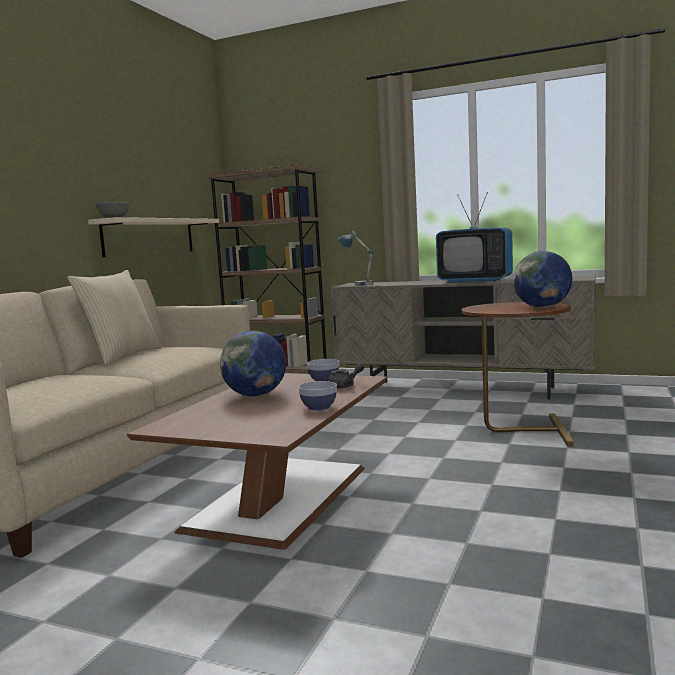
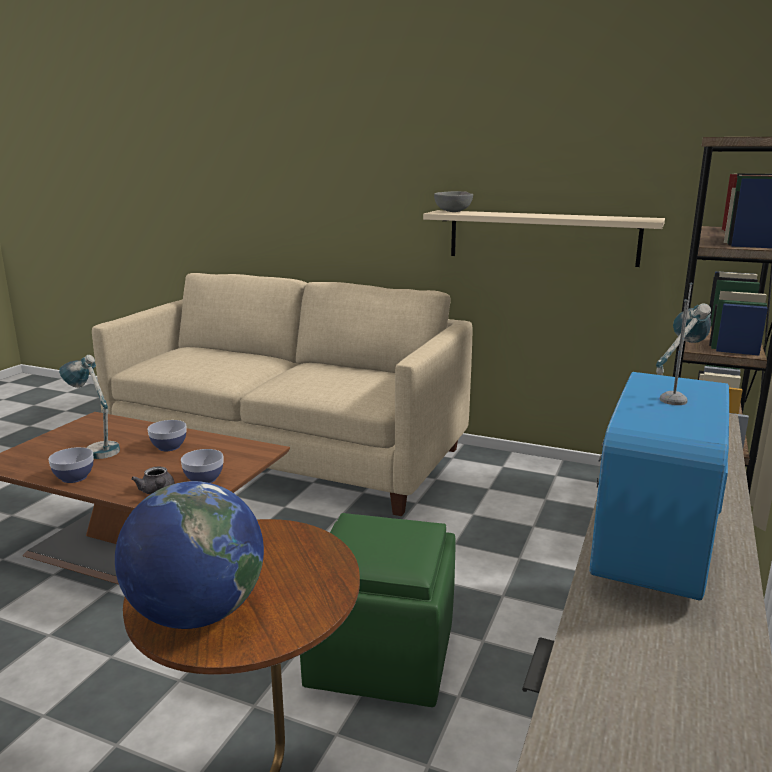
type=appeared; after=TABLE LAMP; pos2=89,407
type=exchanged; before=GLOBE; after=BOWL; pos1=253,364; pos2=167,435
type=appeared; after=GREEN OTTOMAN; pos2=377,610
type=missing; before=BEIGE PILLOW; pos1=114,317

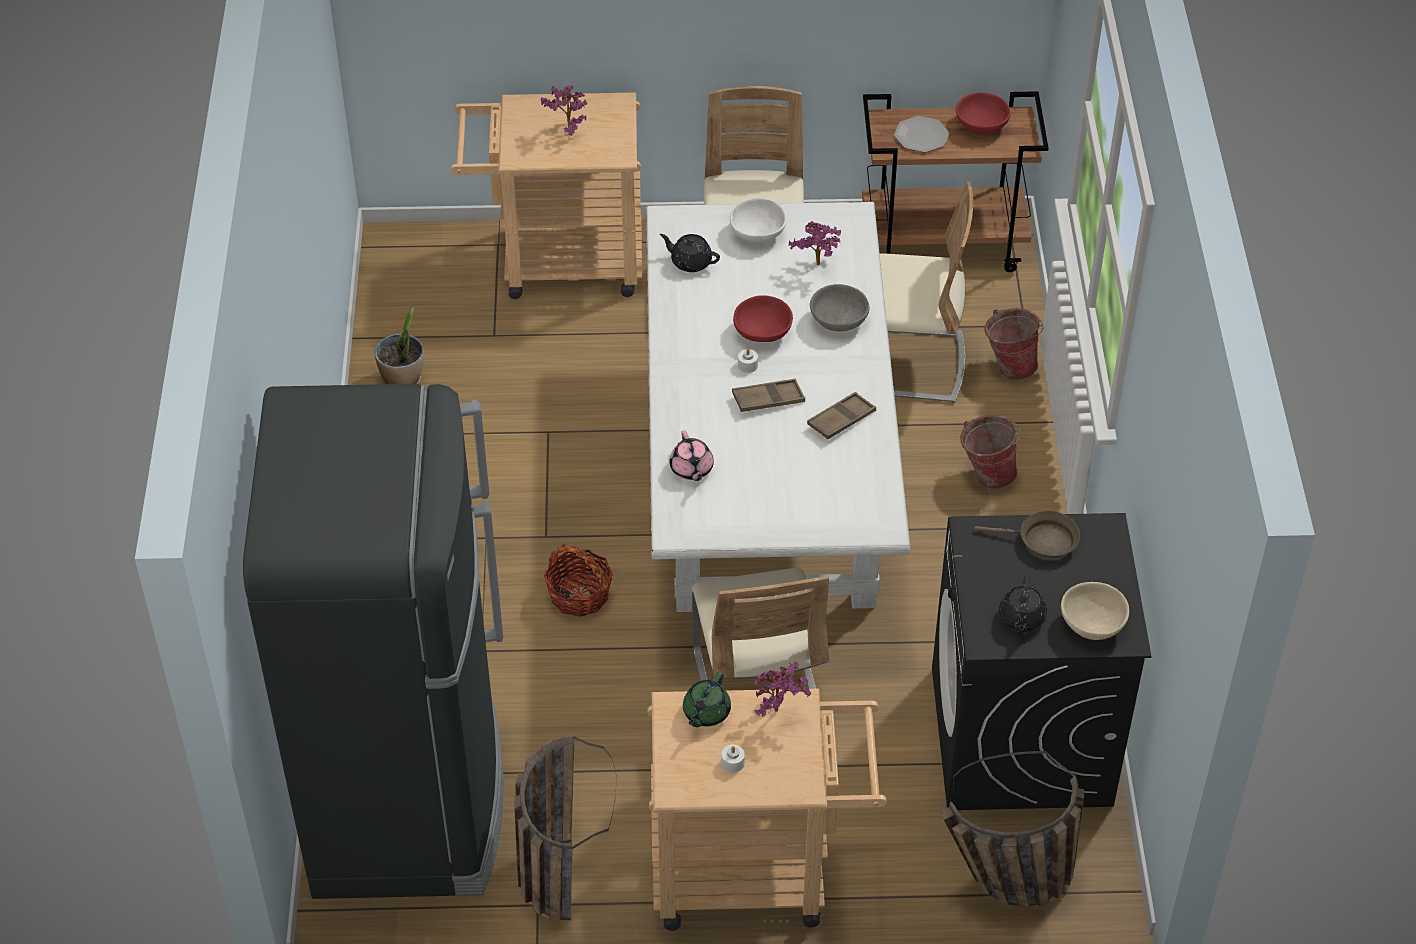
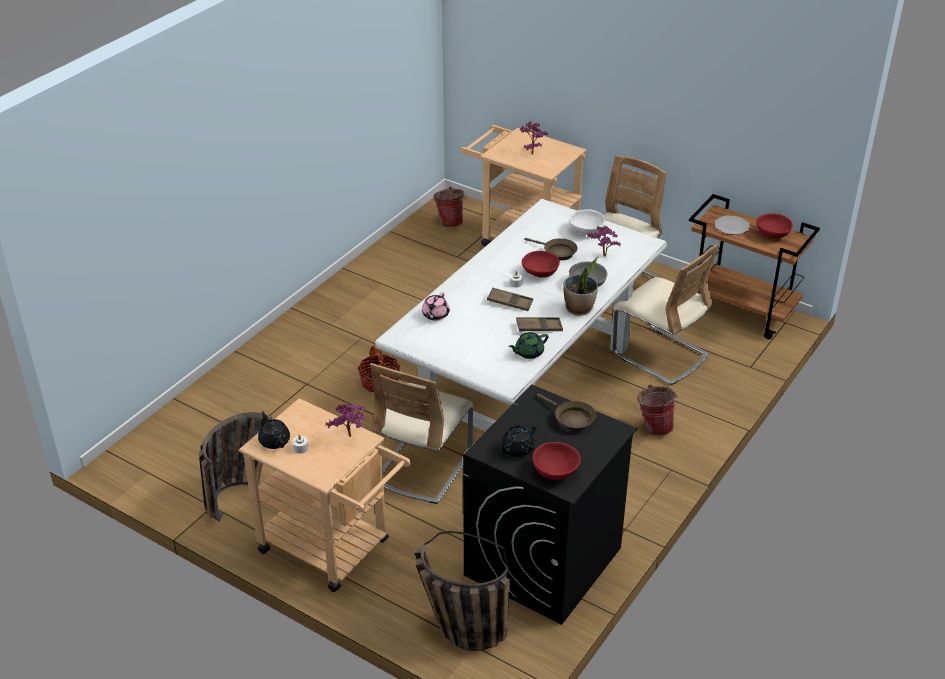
type=relocated; before=BLACK TEAPOT; pos1=690,253; pos2=274,430
type=relocated; before=BUCKET; pos1=1013,344; pos2=450,207
type=relocated; before=GREEN TEAPOT; pos1=707,699; pos2=528,345
type=appeared; after=BROWN FRYING PAN; pos2=551,249
type=colour; before=BEIGE BOWL; after=RED BOWL; pos1=1095,611; pos2=557,461
type=relocated; before=POTTED PLANT; pos1=399,345; pos2=581,286
type=missing; before=BLACK FRIDGE; pos1=373,641

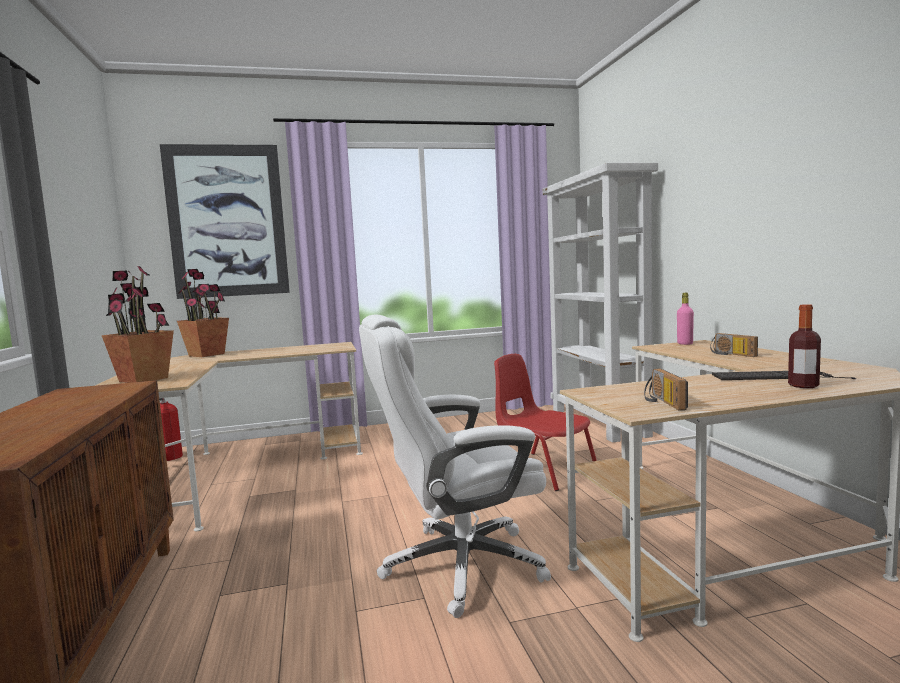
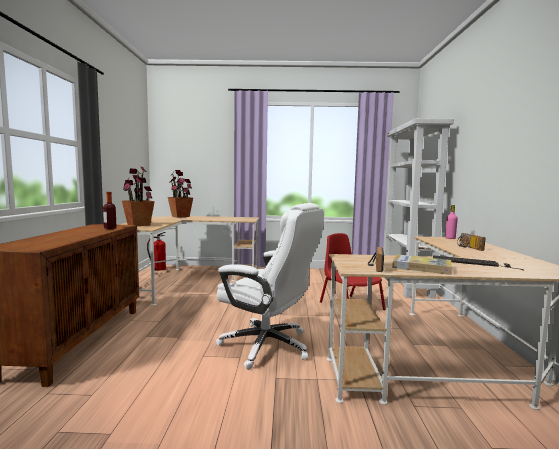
type=relocated; before=BOTTLE; pos1=804,346; pos2=109,210
type=spun; before=WHITE OFFICE CHAIR; pos1=455,466; pos2=270,286; turn=-150
type=appeared; after=BOOK; pos2=422,264
type=missing; before=PICTURE; pos1=225,221

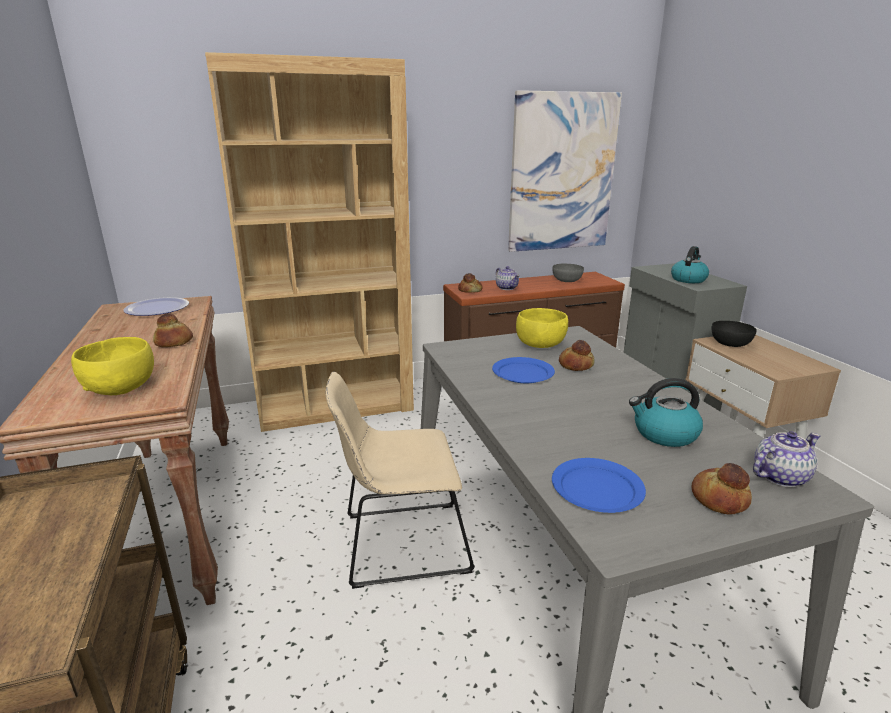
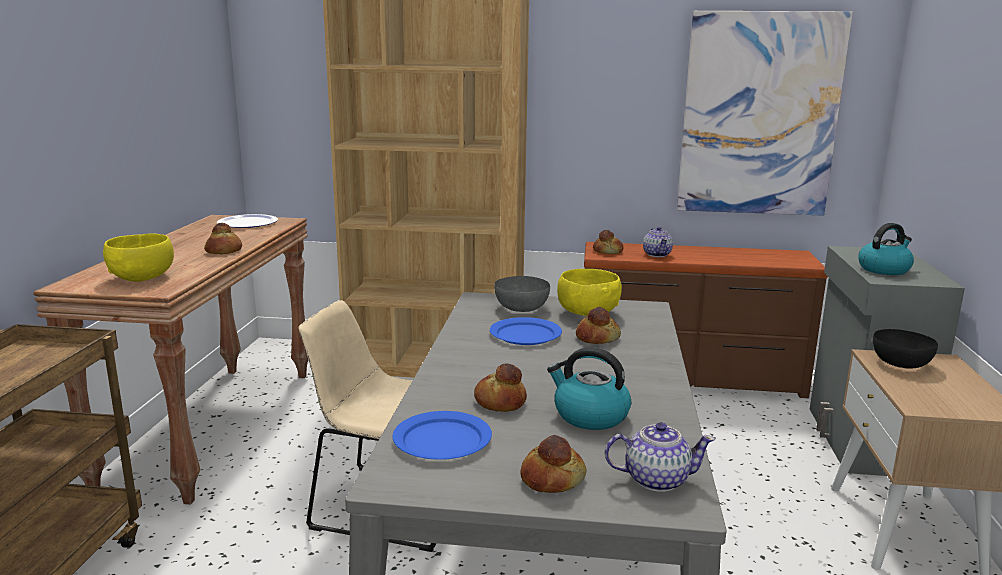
type=appeared; after=BREAD; pos2=500,387
type=relocated; before=GREY BOWL; pos1=568,273; pos2=522,294

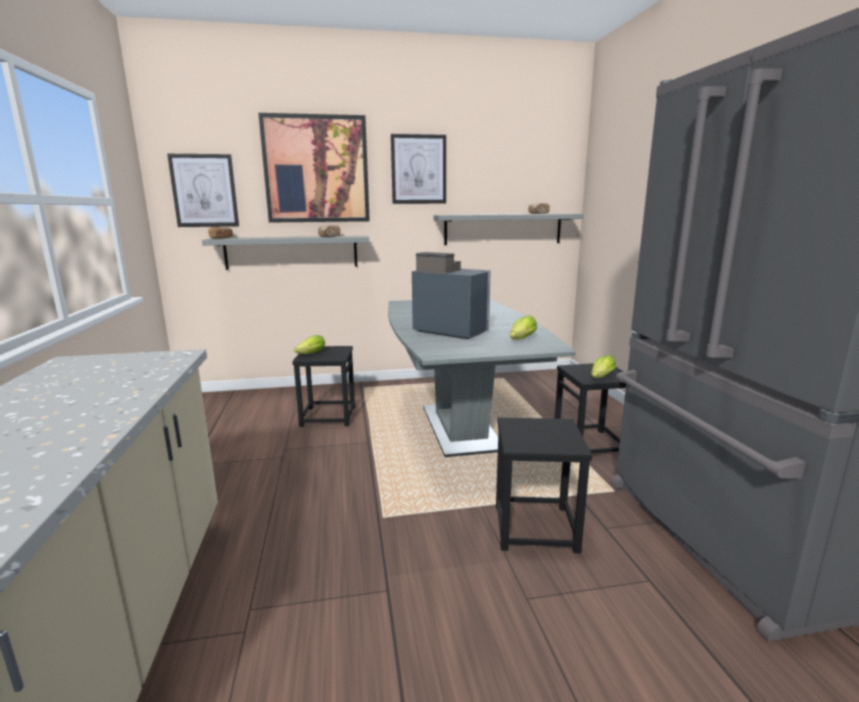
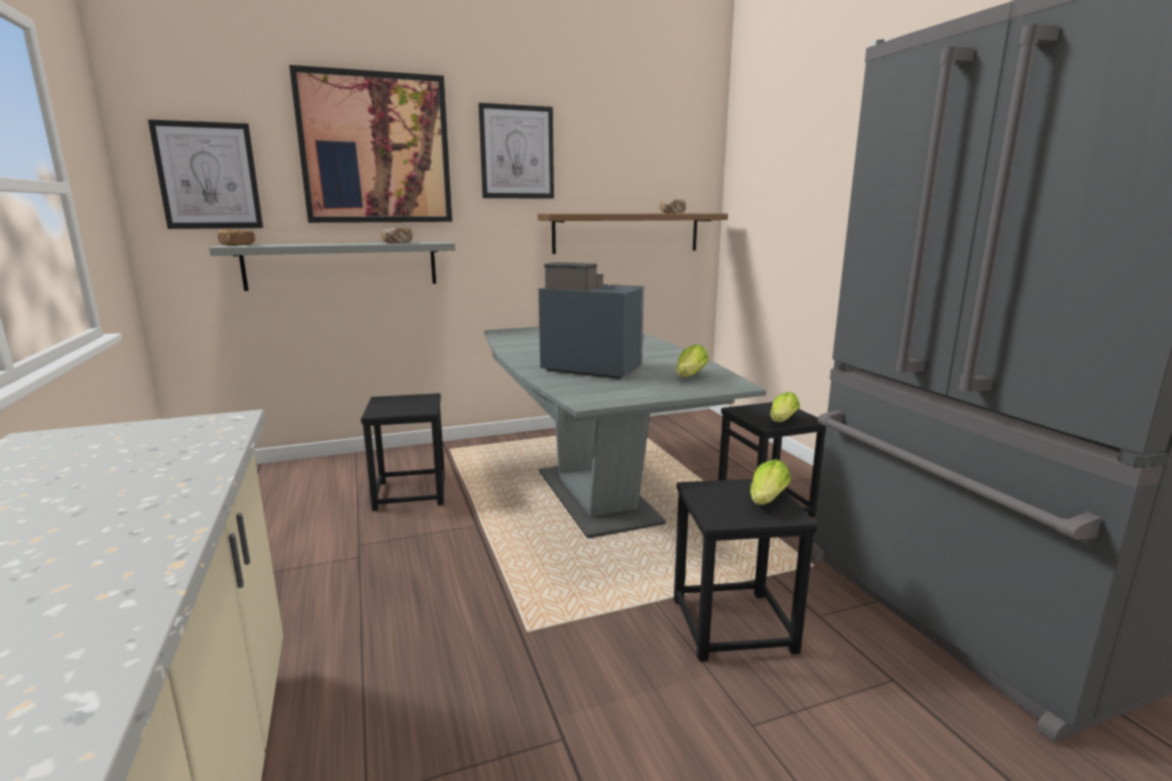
type=colour; before=GREY SHELF; after=BROWN SHELF; pos1=509,229; pos2=633,233
type=relocated; before=LETTUCE; pos1=309,344; pos2=770,482

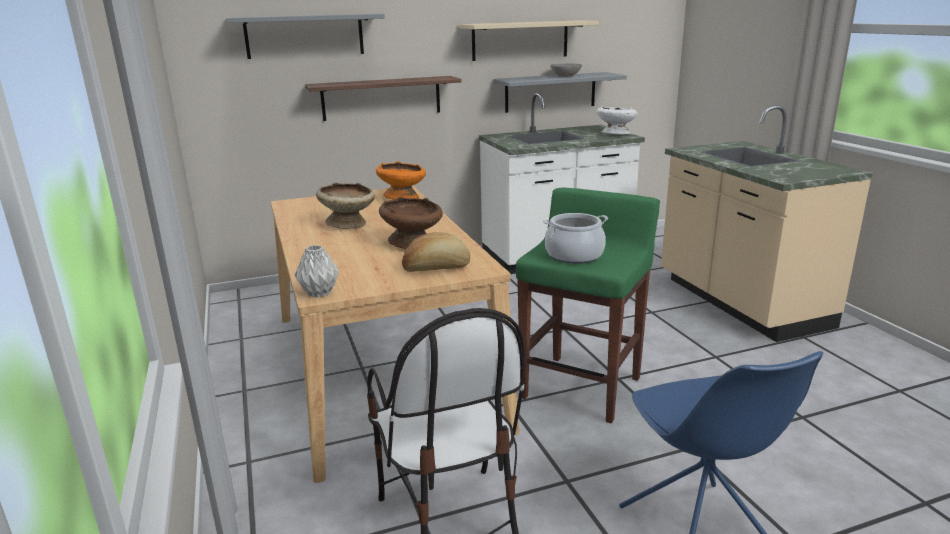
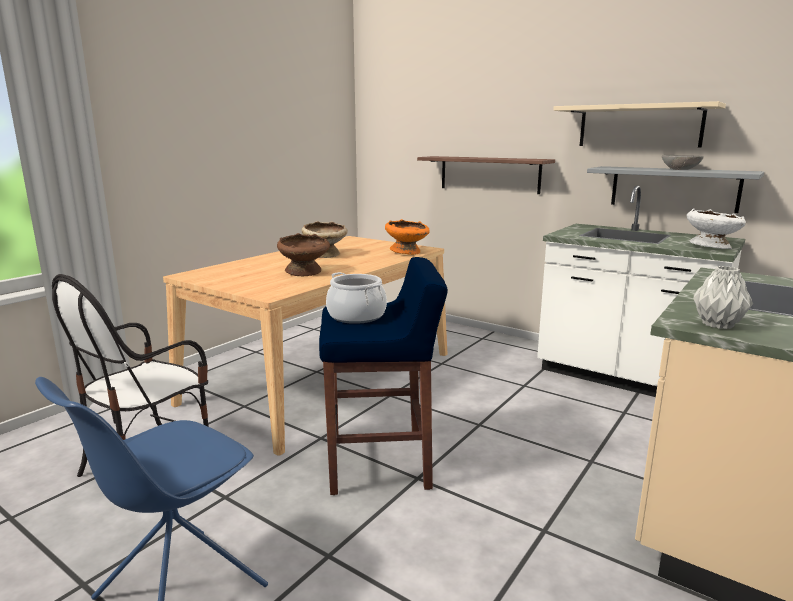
type=colour; before=GREEN STOOL; after=BLUE STOOL; pos1=588,305; pos2=383,376
type=relocated; before=GREY VASE; pos1=317,271; pos2=723,297
type=missing; before=GREY SHELF; pos1=305,36
type=missing; before=BREAD; pos1=436,252

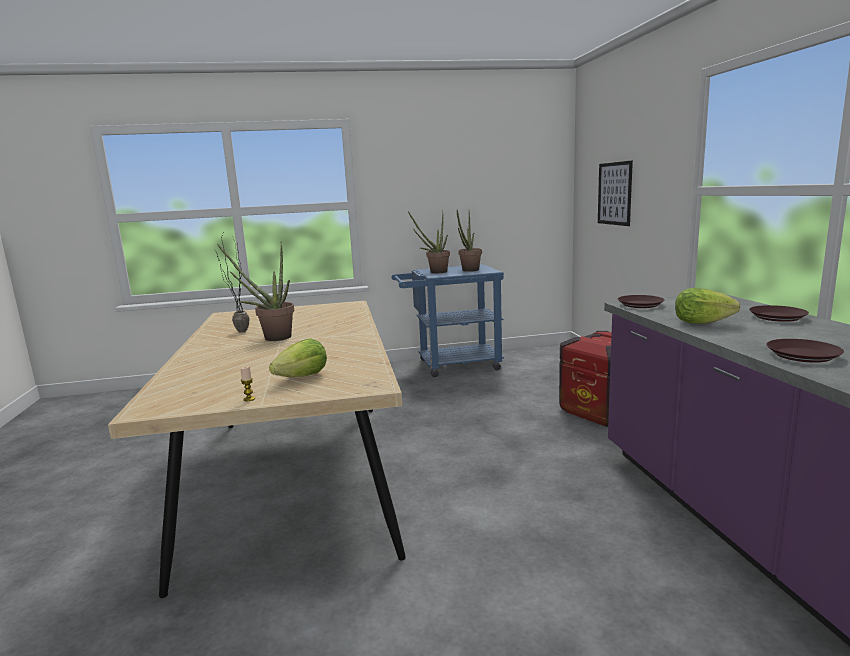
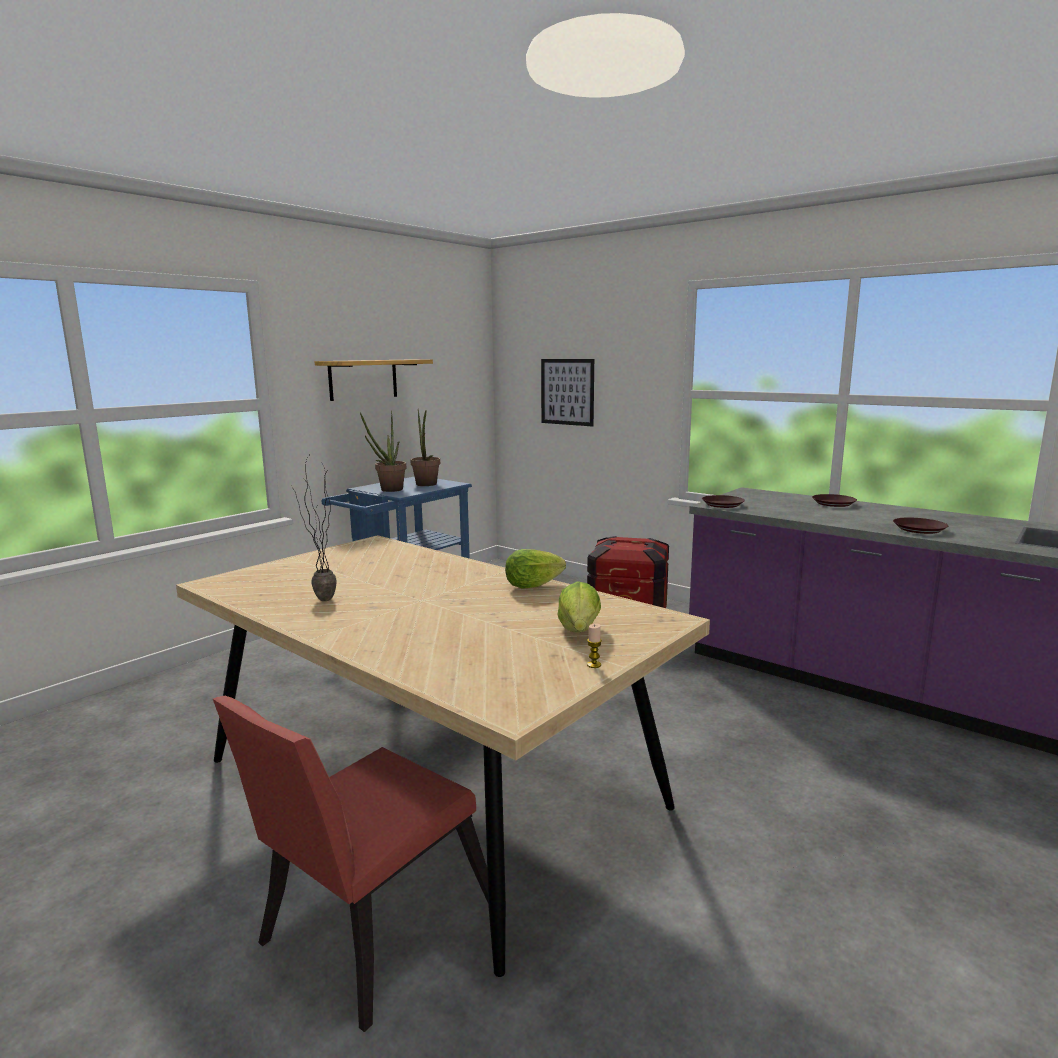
type=appeared; after=RED CHAIR; pos2=350,864
type=appeared; after=SHELF; pos2=374,380
type=relocated; before=LETTUCE; pos1=707,306; pos2=535,569
type=missing; before=POTTED PLANT; pos1=255,292

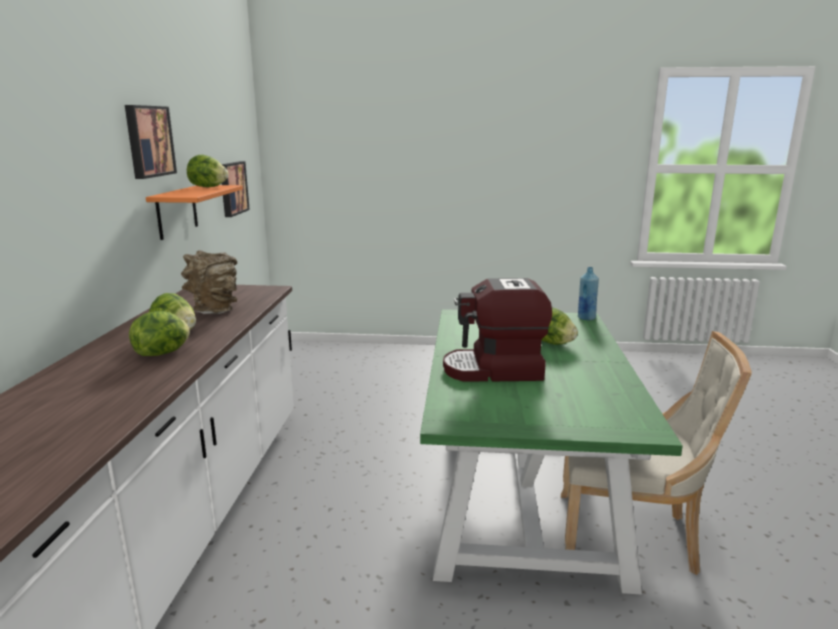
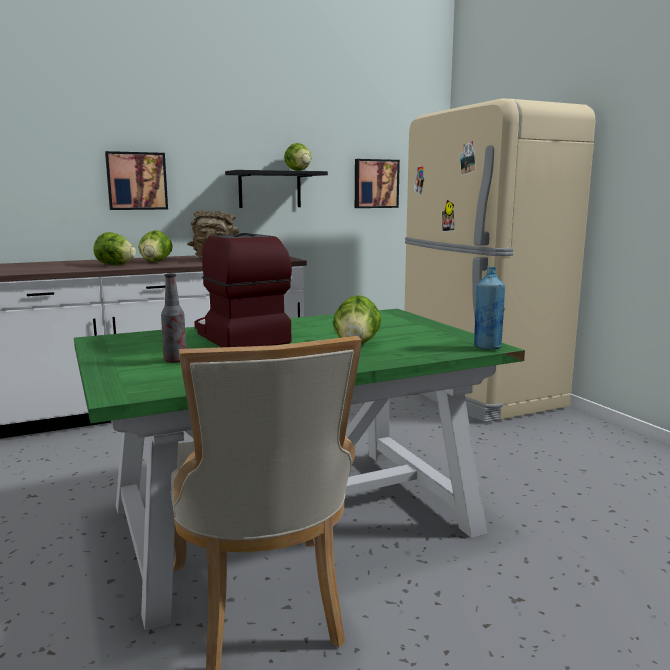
type=relocated; before=PICTURE; pos1=151,142; pos2=136,180
type=appeared; after=BOTTLE; pos2=173,318
type=colour; before=ORANGE SHELF; after=BLACK SHELF; pos1=194,212; pos2=276,189
type=appeared; after=BEIGE FRIDGE; pos2=499,260

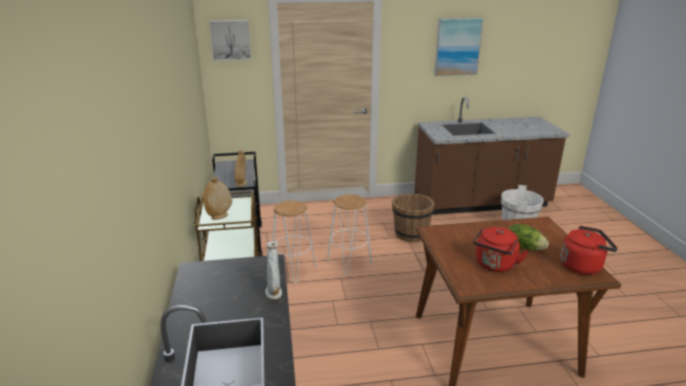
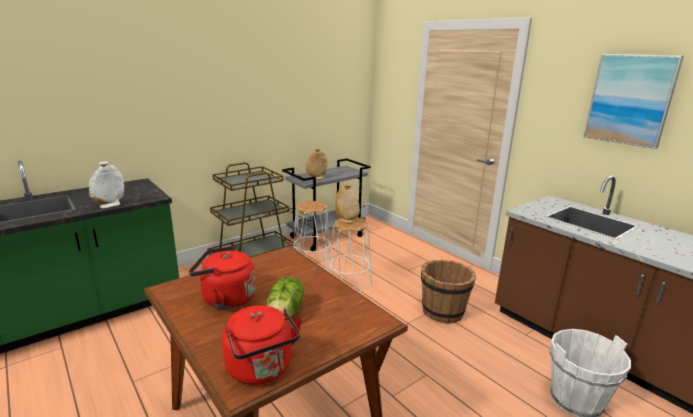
type=relocated; before=BEIGE VASE; pos1=217,198; pos2=347,204
type=missing; before=PICTURE; pos1=230,40

